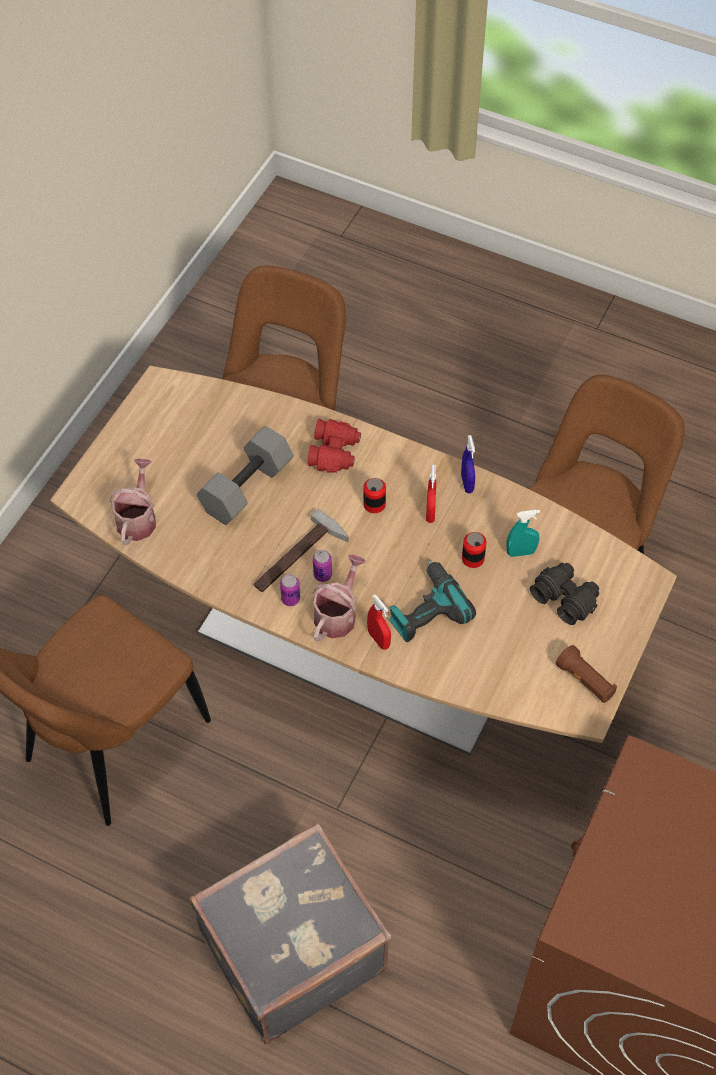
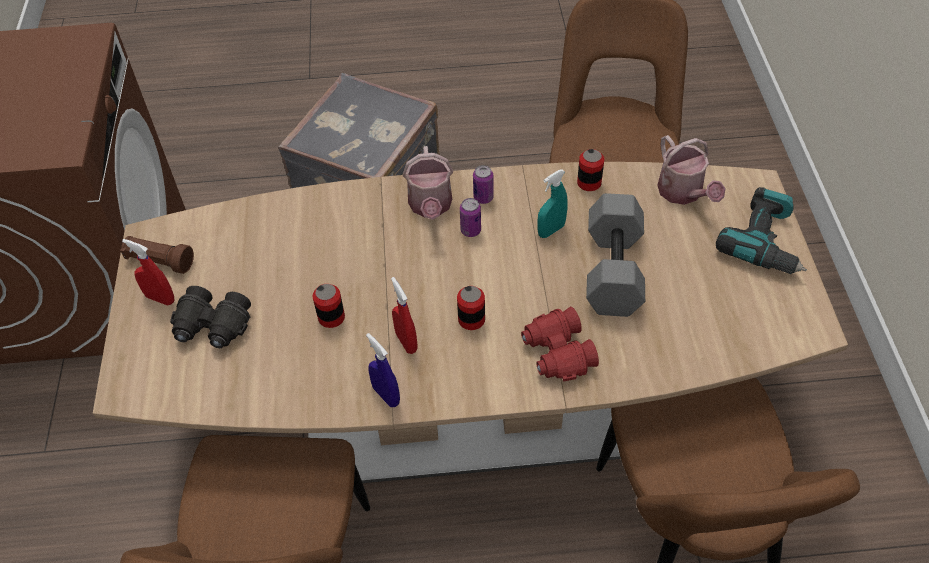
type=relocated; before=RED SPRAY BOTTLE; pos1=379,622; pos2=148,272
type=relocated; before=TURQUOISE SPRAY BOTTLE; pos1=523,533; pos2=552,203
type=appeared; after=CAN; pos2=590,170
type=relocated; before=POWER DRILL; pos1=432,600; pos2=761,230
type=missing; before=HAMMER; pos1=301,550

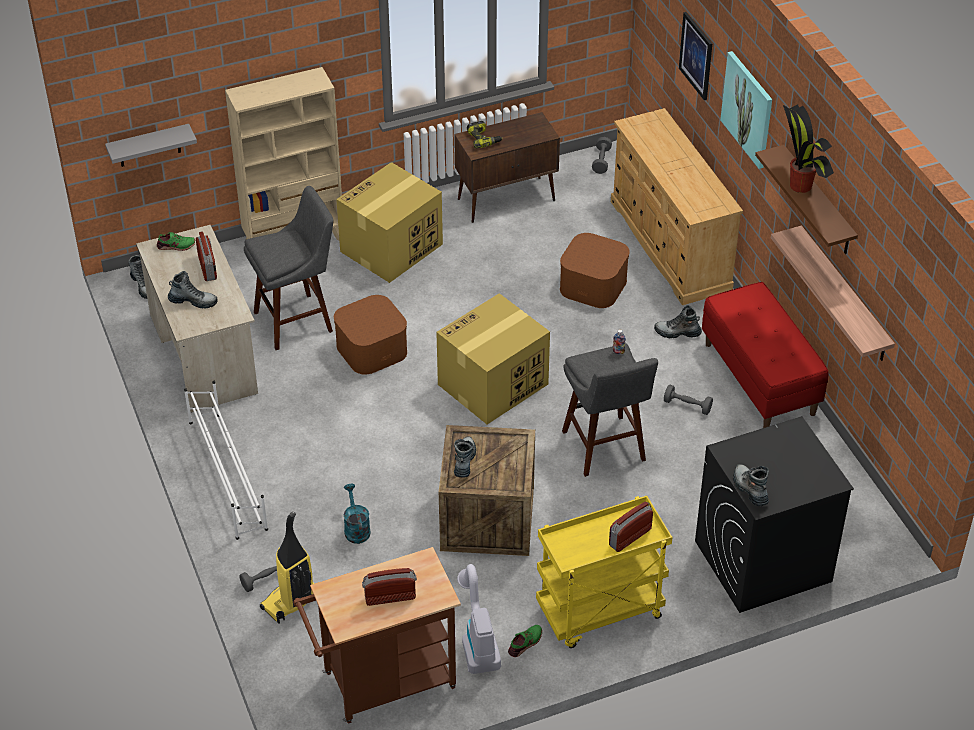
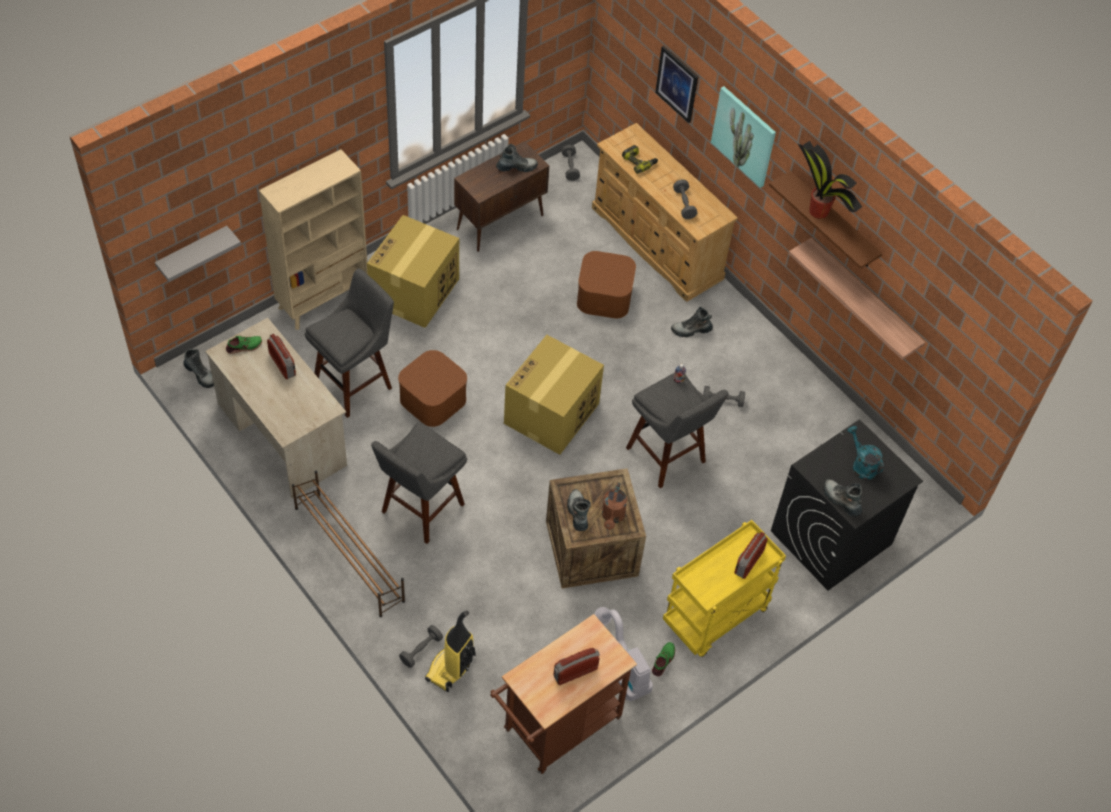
type=colour; before=WHITE SHOE RACK; after=BROWN SHOE RACK; pos1=226,460; pos2=348,543
type=appeared; after=GREY STOOL; pos2=419,483
type=relocated; before=BOOT; pos1=193,290; pos2=517,158
type=appeared; after=BROWN WATERING CAN; pos2=614,506
type=relocated; before=POWER DRILL; pos1=485,135; pos2=640,159
type=appeared; after=GREY DUMBBELL; pos2=685,199
type=relocated; before=TURQUOISE WATERING CAN; pos1=357,514; pos2=865,453
type=missing; before=RED BENCH; pos1=765,355

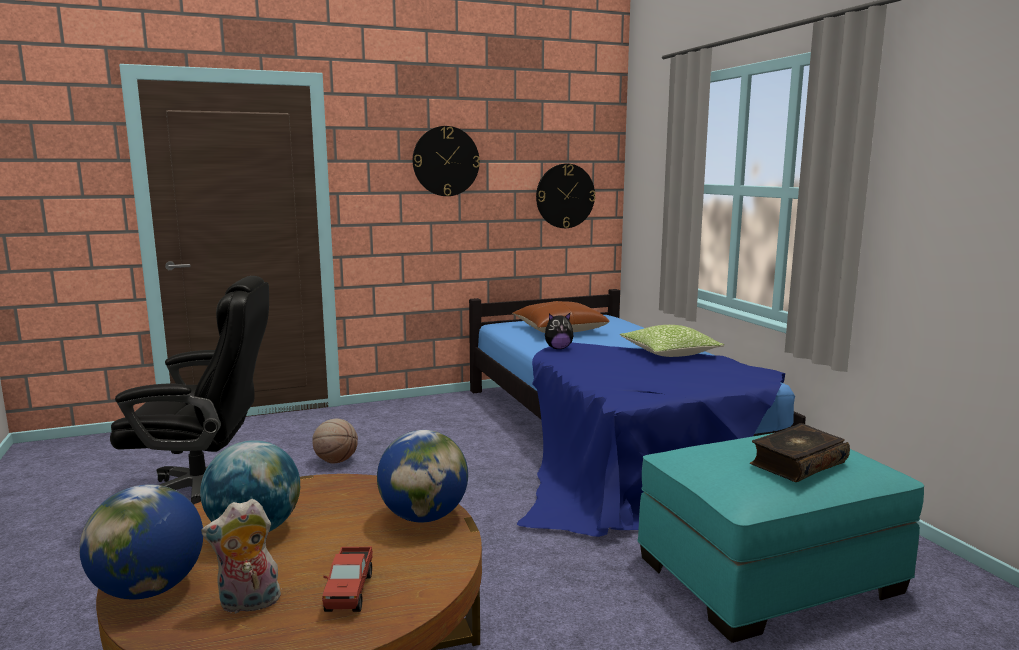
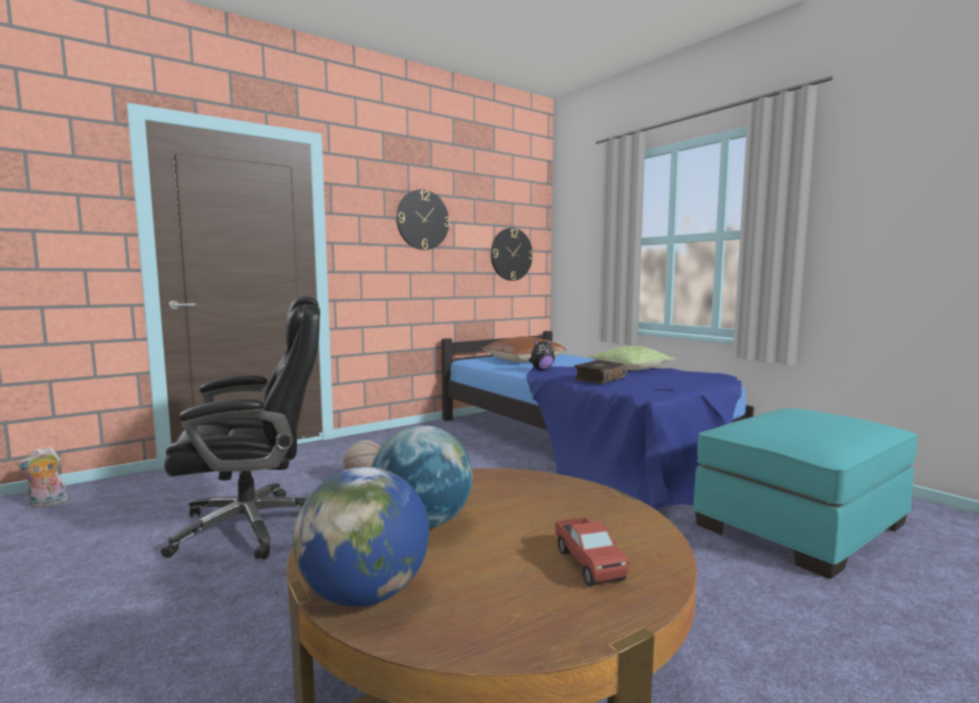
type=relocated; before=PLUSH TOY; pos1=242,556; pos2=42,477
type=relocated; before=BOOK; pos1=800,452; pos2=600,371
type=missing; before=GLOBE; pos1=422,476

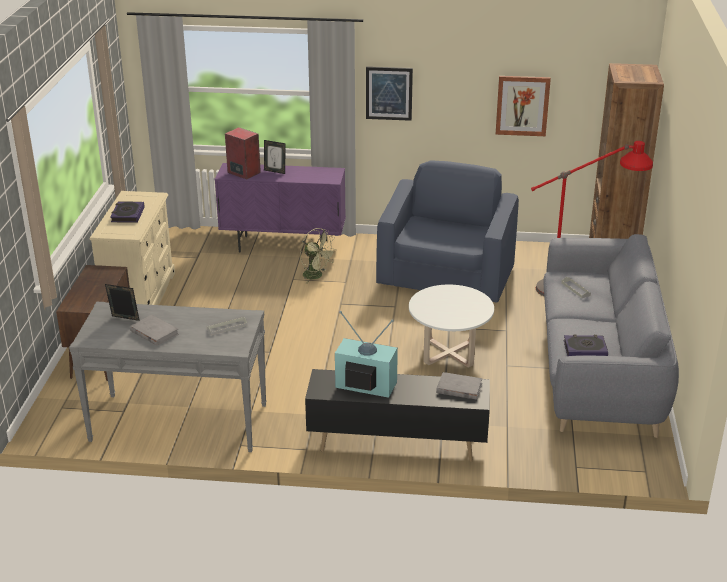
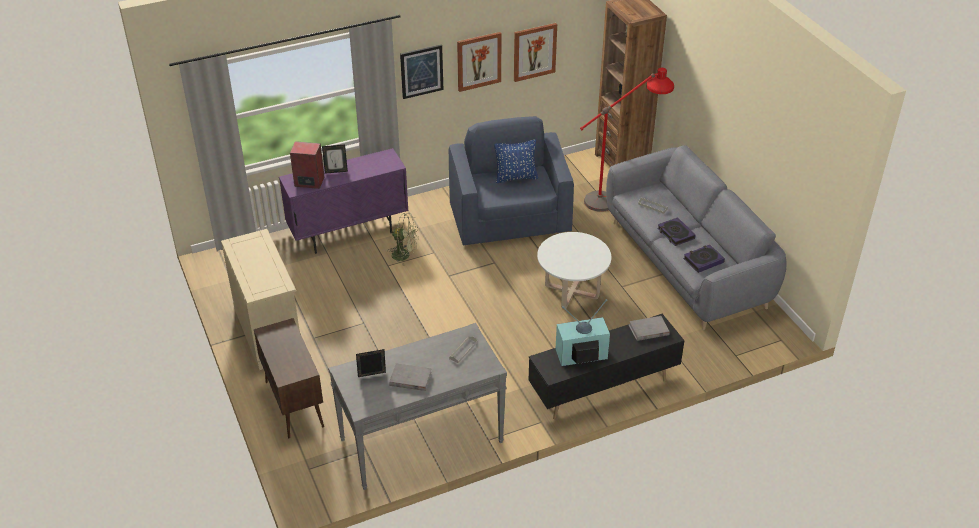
type=appeared; after=PICTURE; pos2=479,62
type=appeared; after=BLUE PILLOW; pos2=516,161
type=relocated; before=BOOK; pos1=127,212; pos2=676,231

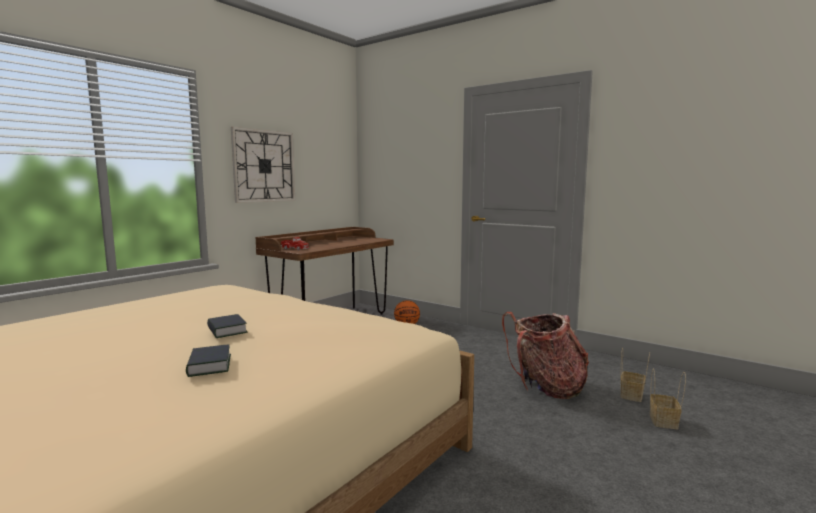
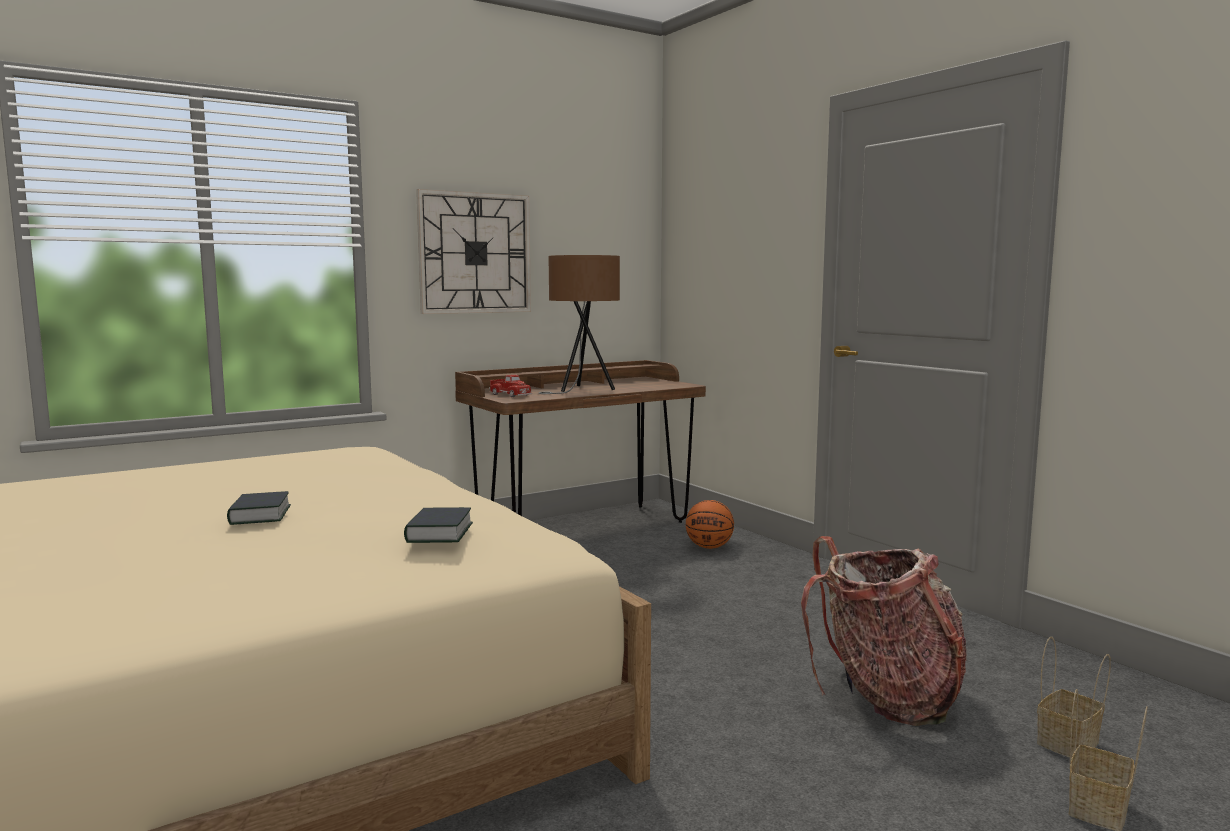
type=relocated; before=BOOK; pos1=208,360; pos2=438,525
type=appeared; after=BROWN TABLE LAMP; pos2=579,324

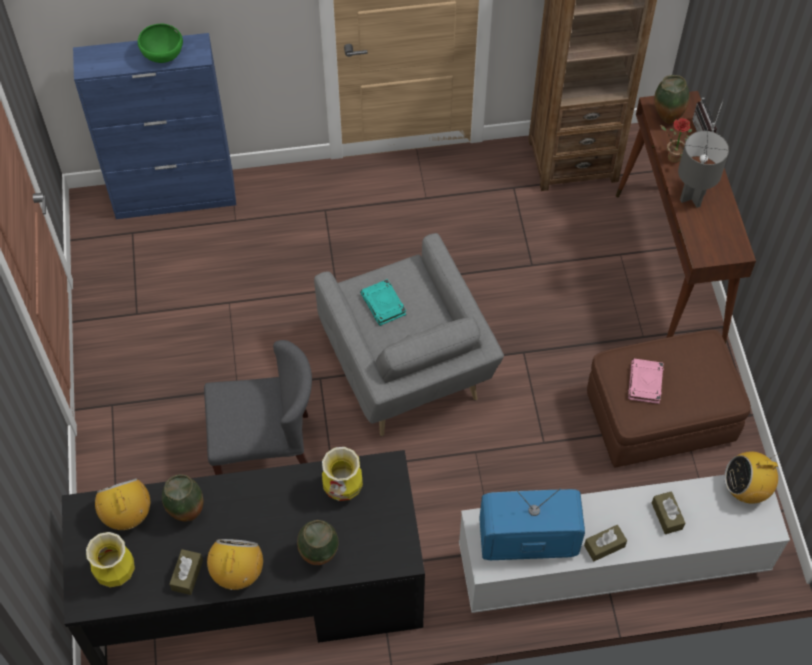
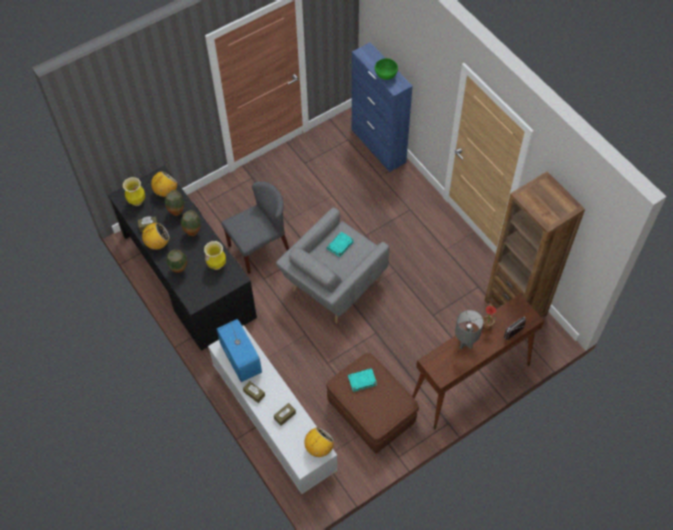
type=relocated; before=VASE; pos1=671,99; pos2=191,223
type=spun; before=GREY CHAIR; pos1=258,407; pos2=255,227; turn=-90
type=spun; before=RADIO; pos1=752,477; pos2=319,442; turn=75
type=colour; before=PINK BOOK; after=TURQUOISE BOOK; pos1=646,381; pos2=362,380

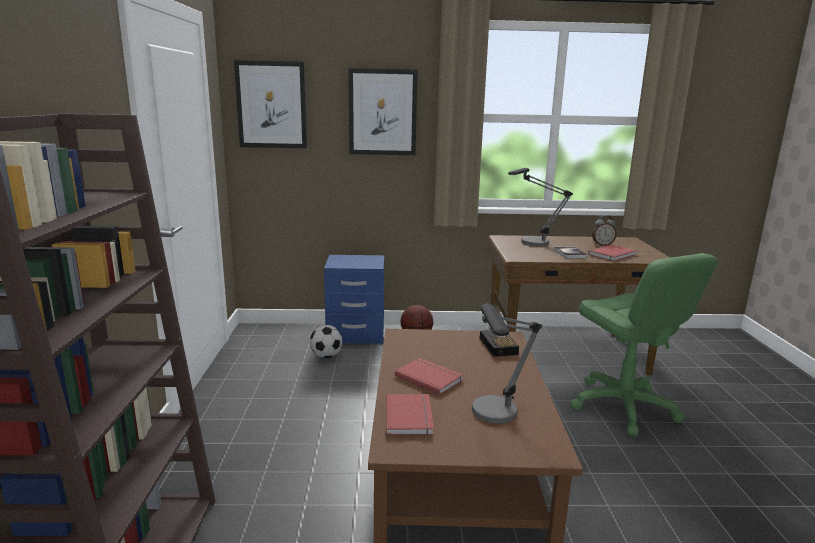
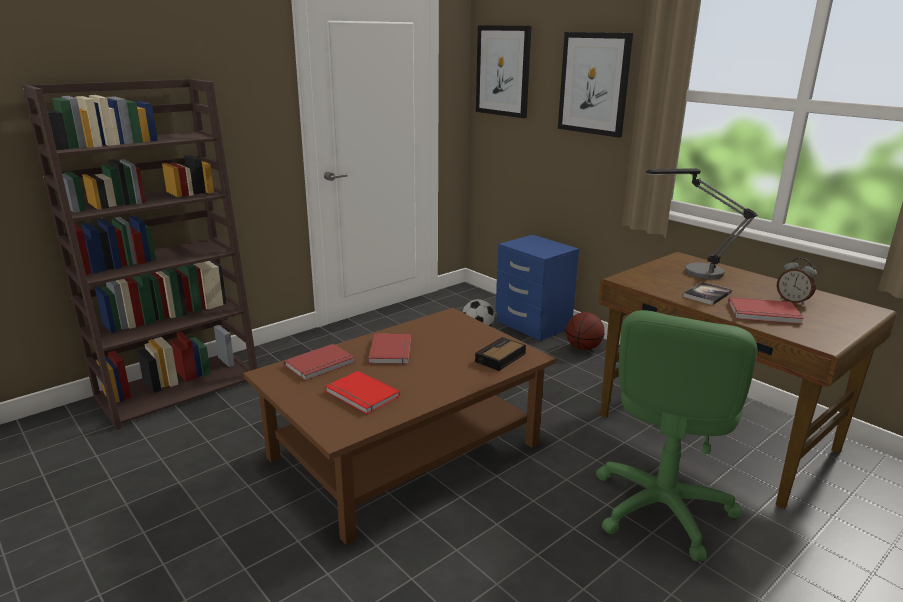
type=exchanged; before=TABLE LAMP; after=RED BOOK; pos1=507,364; pos2=362,392

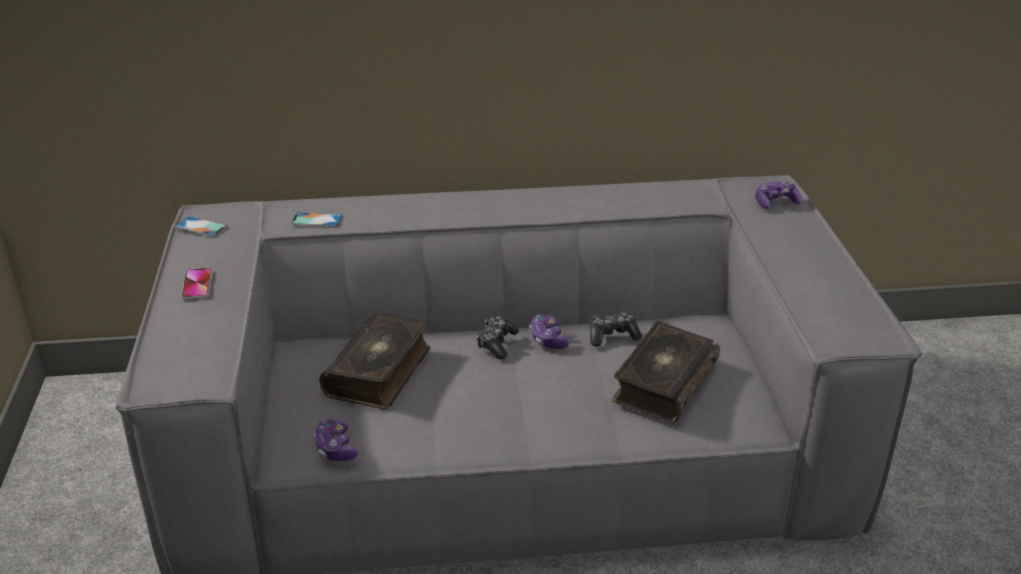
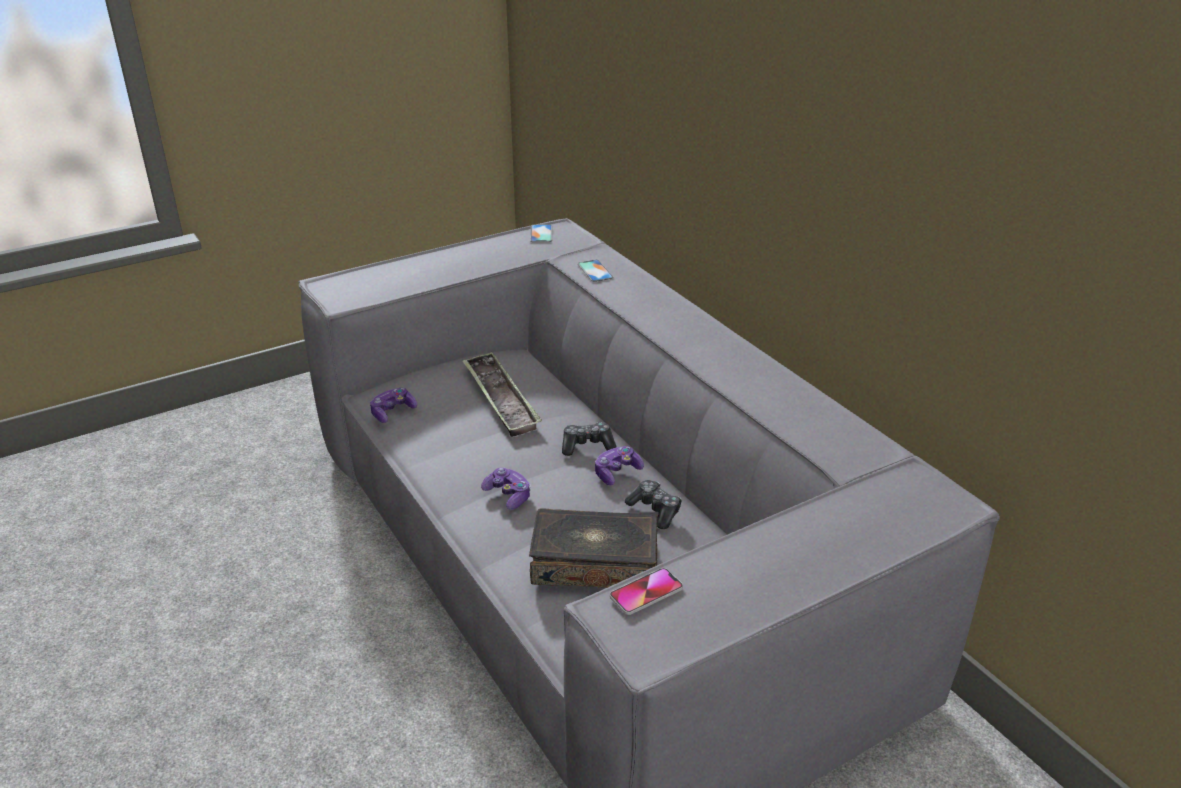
type=exchanged; before=BOOK; after=TRAY; pos1=374,360; pos2=502,394
type=relocated; before=GAME CONTROLLER; pos1=778,195; pos2=506,488
type=relocated; before=PHONE; pos1=196,283; pos2=646,591

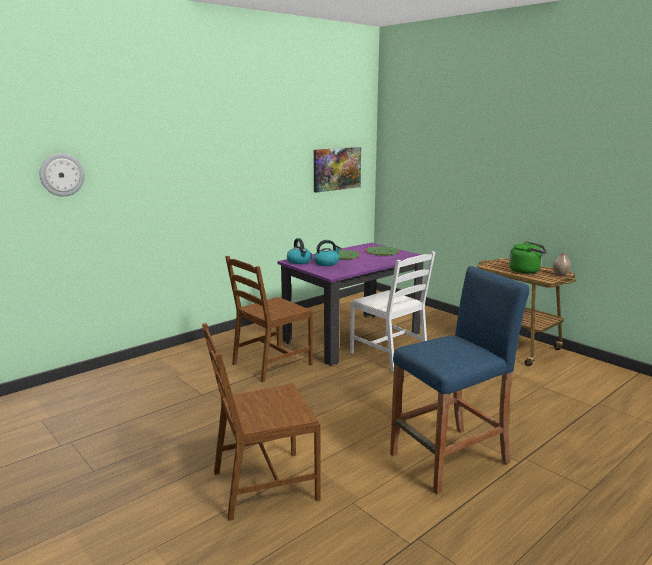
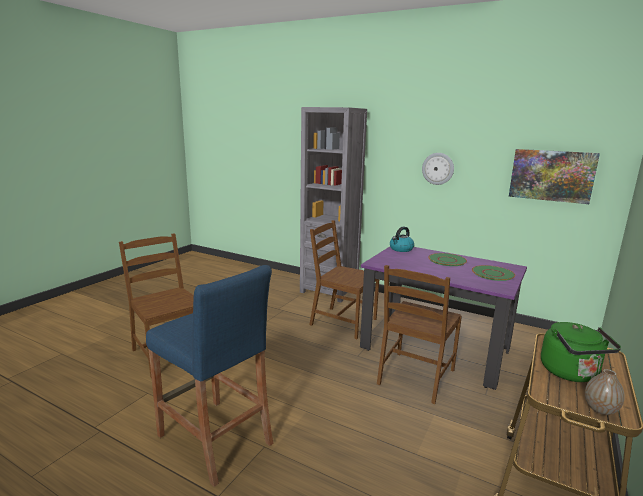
type=appeared; after=GREY BOOKCASE; pos2=333,204
type=colour; before=WHITE CHAIR; after=BROWN CHAIR; pos1=392,311; pos2=419,334
type=relocated; before=WALL CLOCK; pos1=62,175; pos2=438,169
type=missing; before=KETTLE; pos1=327,253

